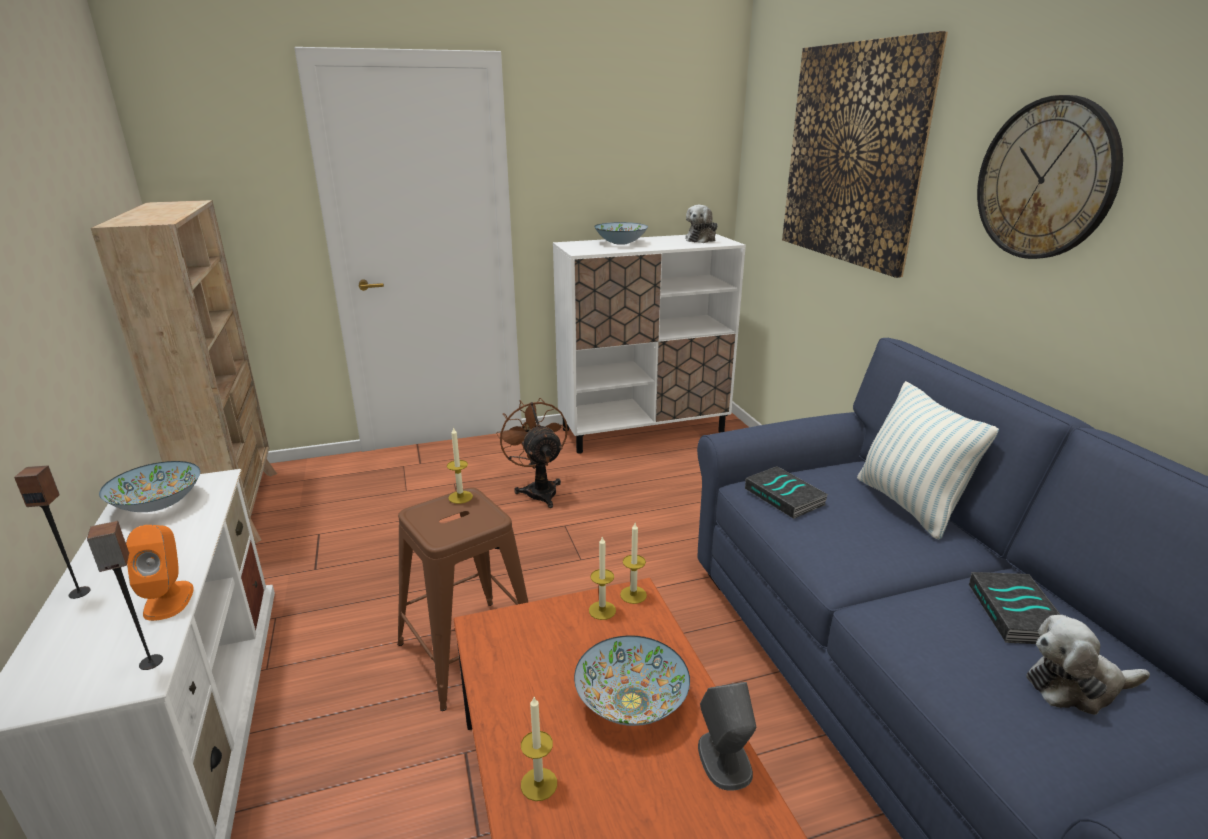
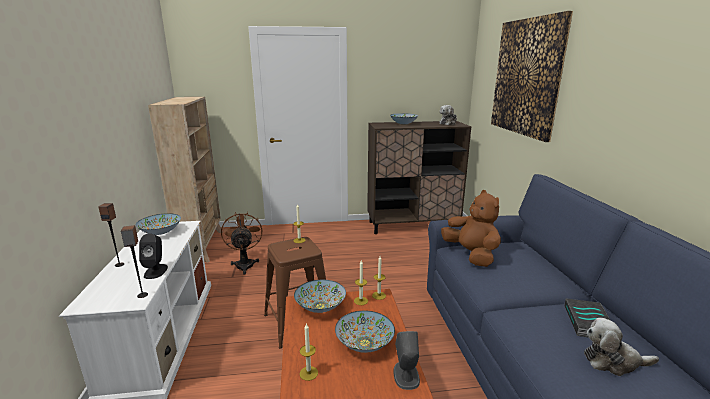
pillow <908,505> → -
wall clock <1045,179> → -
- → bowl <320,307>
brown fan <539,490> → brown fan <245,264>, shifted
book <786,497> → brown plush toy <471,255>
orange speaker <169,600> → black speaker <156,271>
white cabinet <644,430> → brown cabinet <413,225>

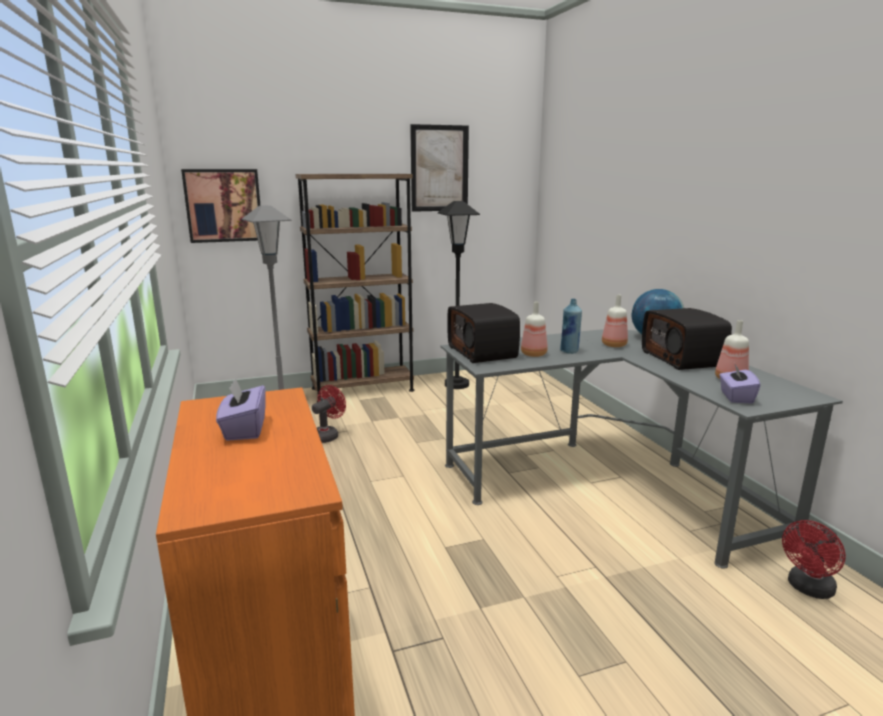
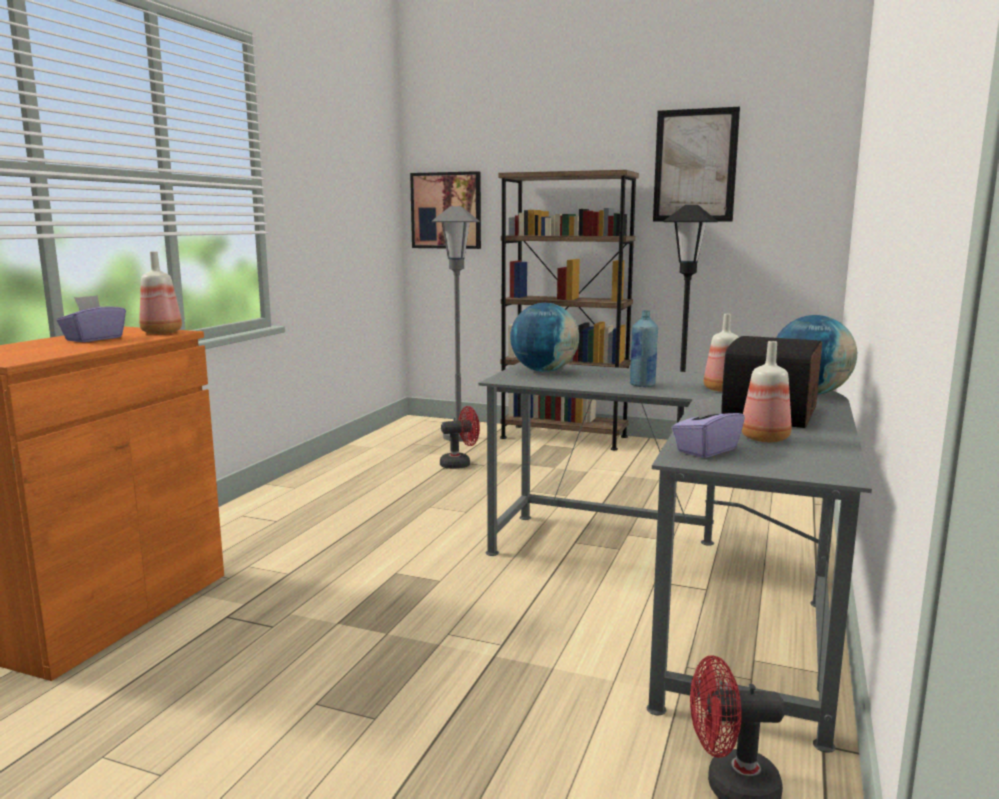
bottle <534,354> → bottle <163,332>, shifted
radio <483,352> → globe <544,371>

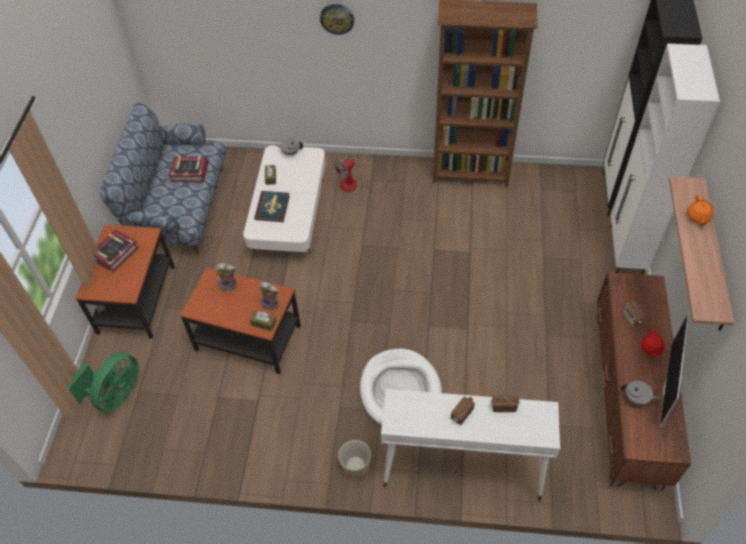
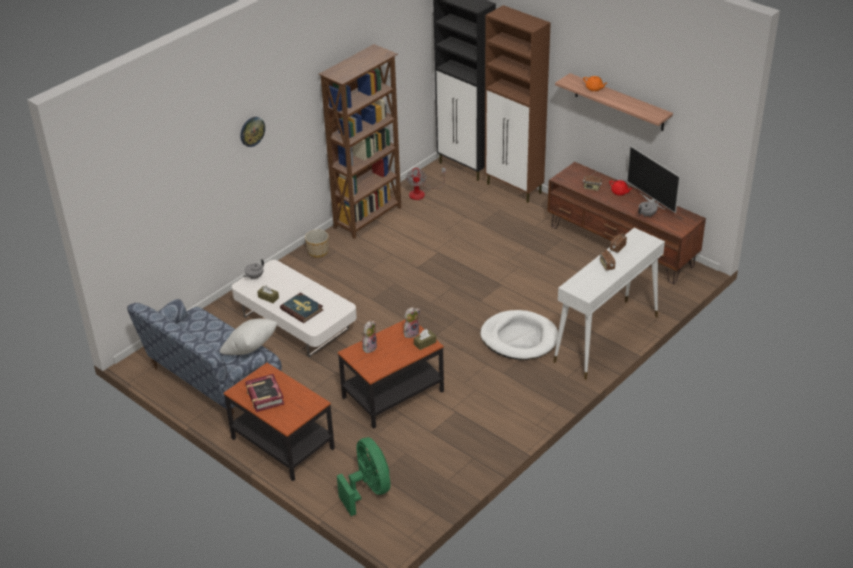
book <189,172> → -
- → white pillow <251,350>
fan <355,186> → fan <421,193>, shifted
planter <355,466> → planter <318,252>, shifted
white cabinet <625,251> → brown cabinet <514,189>

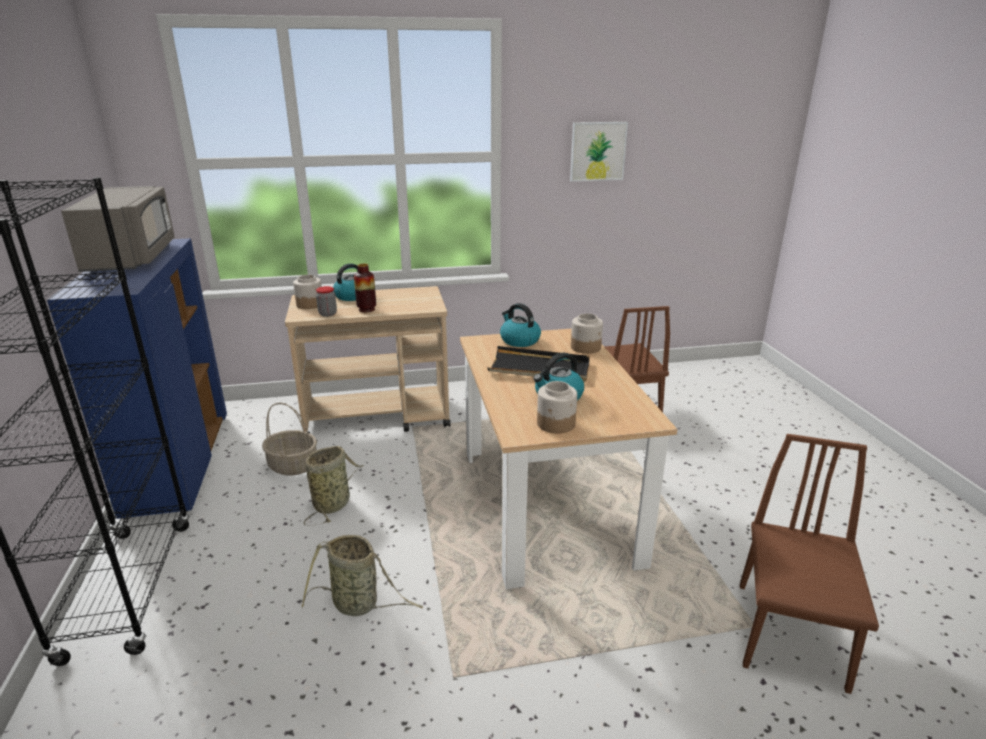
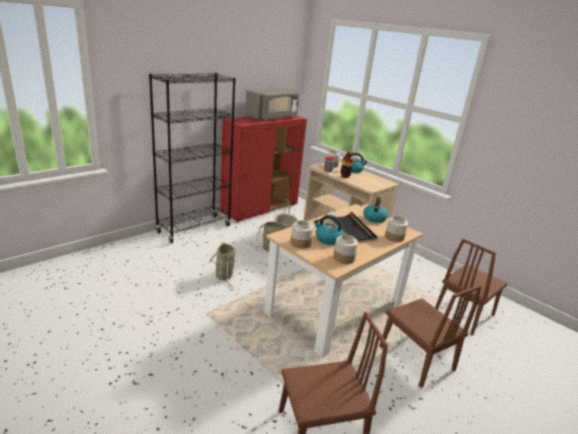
picture <598,151> → -
- → jar <343,258>
- → brown chair <416,358>
blue cabinet <178,462> → red cabinet <260,208>

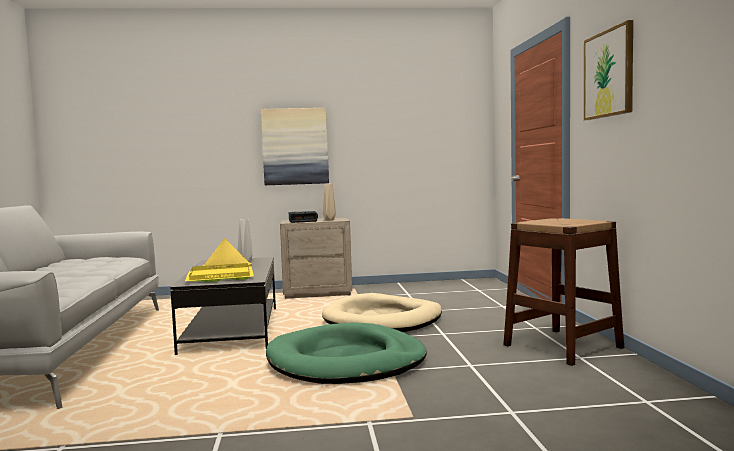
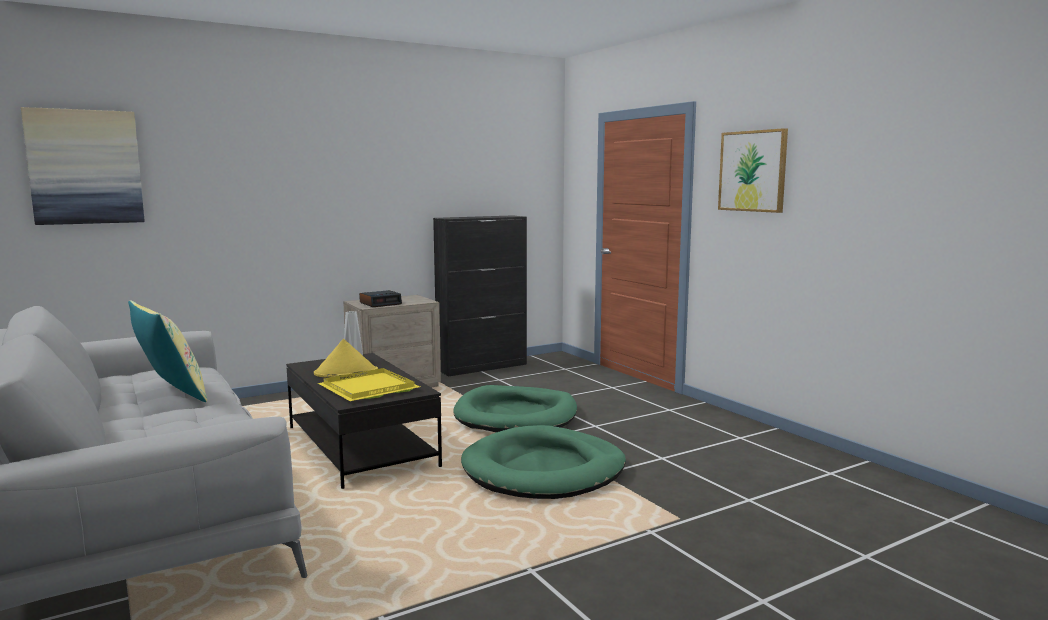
beige vase <329,220> → -
brown stool <562,346> → -
- → yellow pillow <171,394>
- → black cabinet <483,367>
picture <295,146> → picture <85,167>, shifted
beige dog bed <383,320> → green dog bed <516,416>

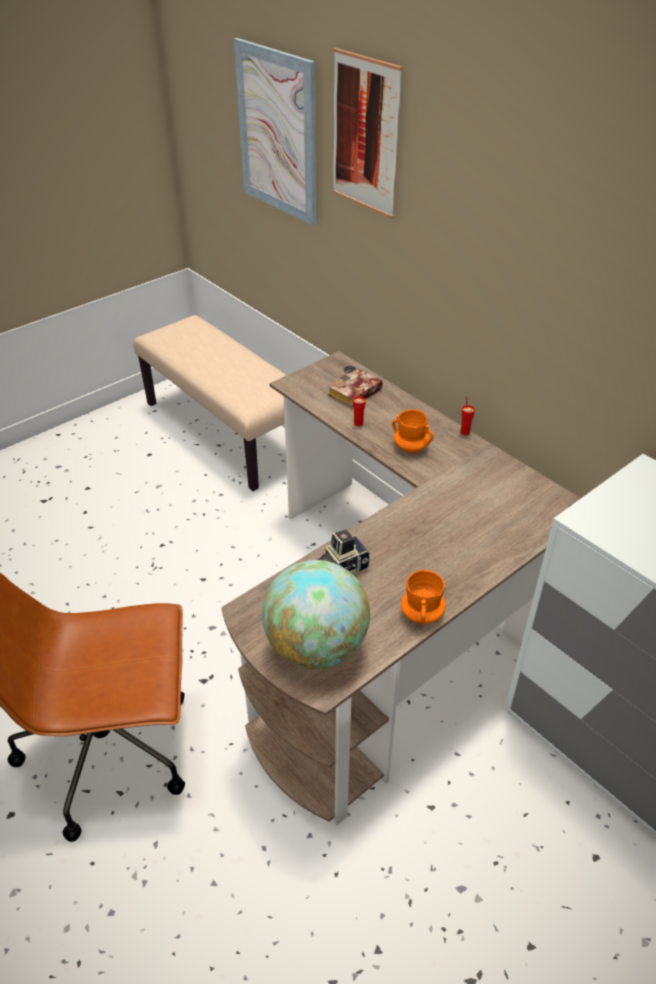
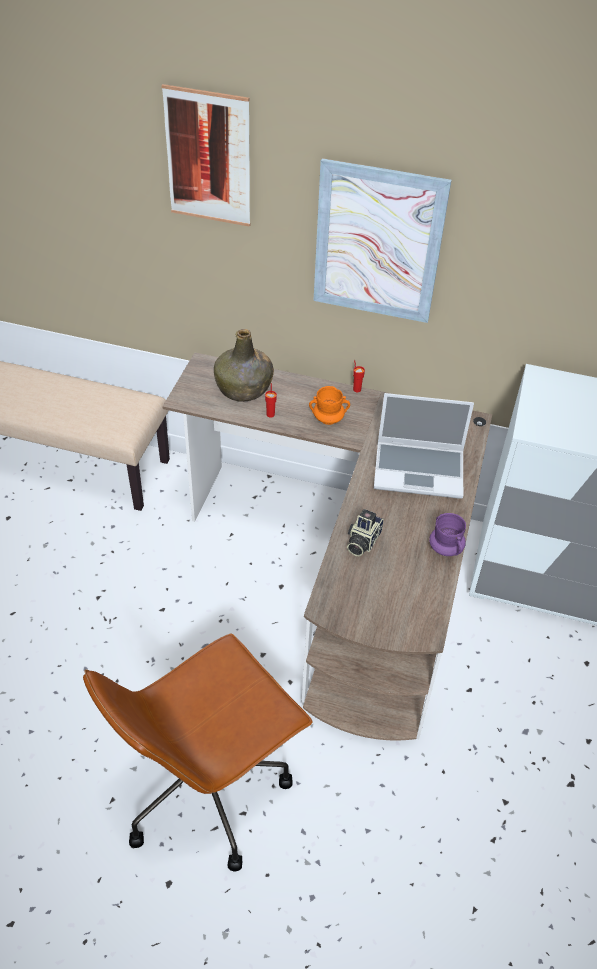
globe <316,647> → -
- → laptop <420,470>
picture <277,133> → picture <378,243>, shifted
book <354,394> → green bottle <244,388>
orange mug <422,614> → purple mug <445,548>

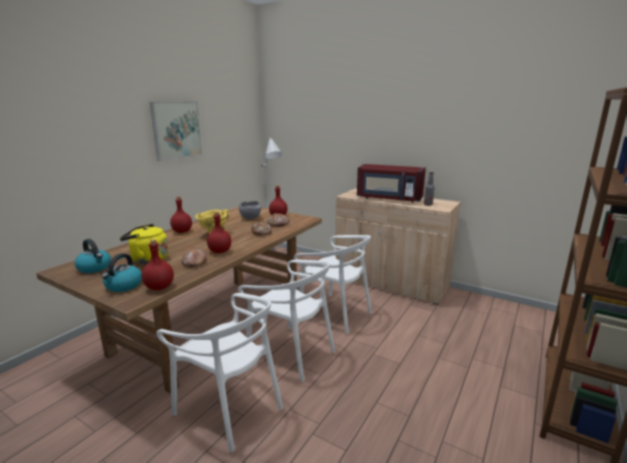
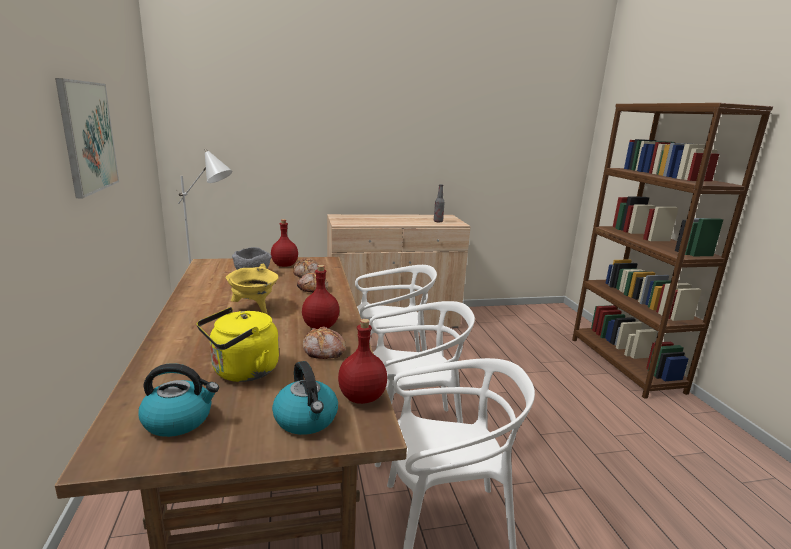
red bottle <182,231> → -
red microwave <389,199> → -

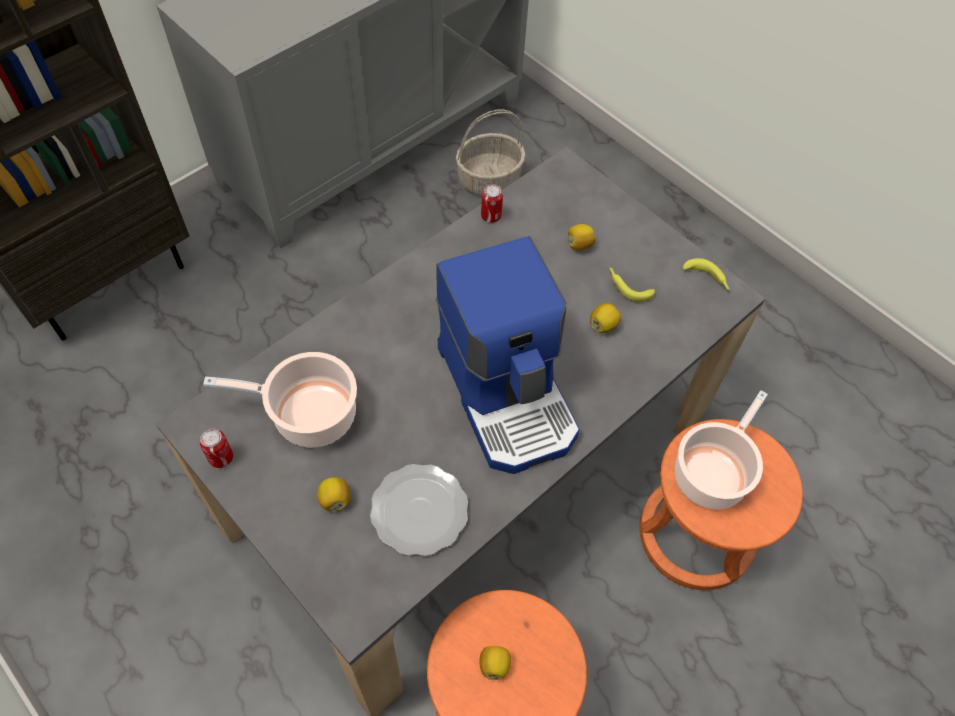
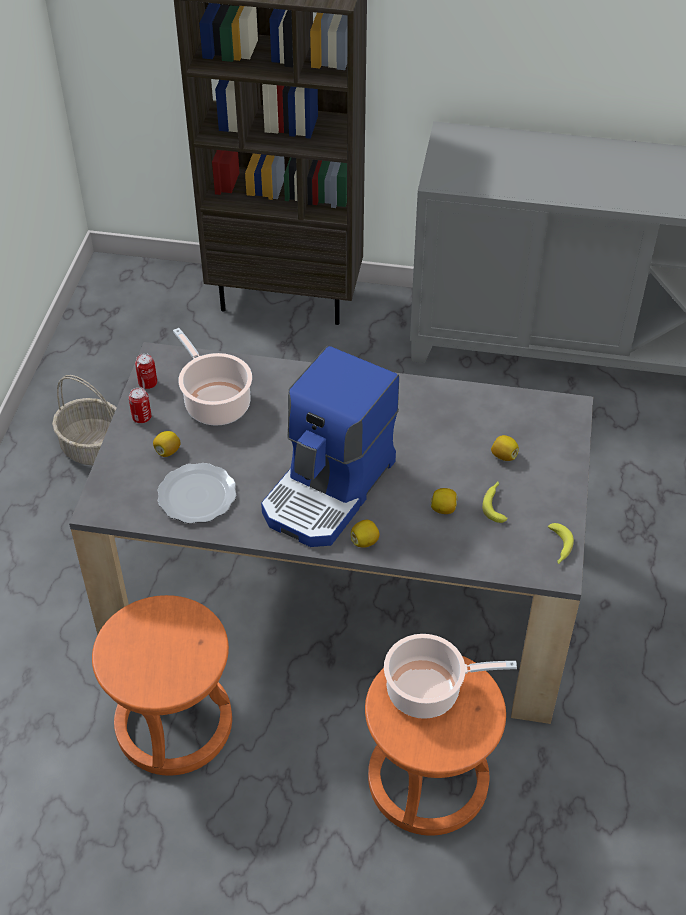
basket <489,179> → basket <95,447>, shifted
lemon <494,665> → lemon <365,541>, shifted
can <491,216> → can <142,417>, shifted

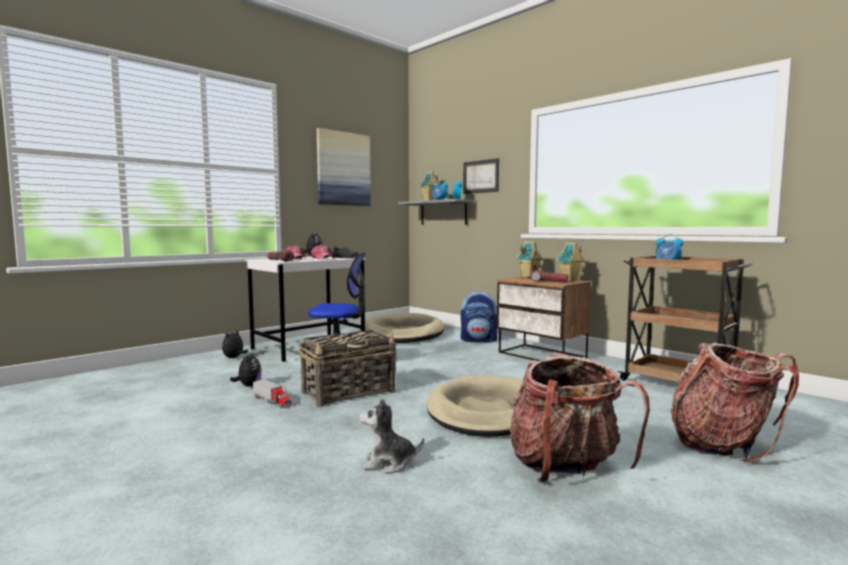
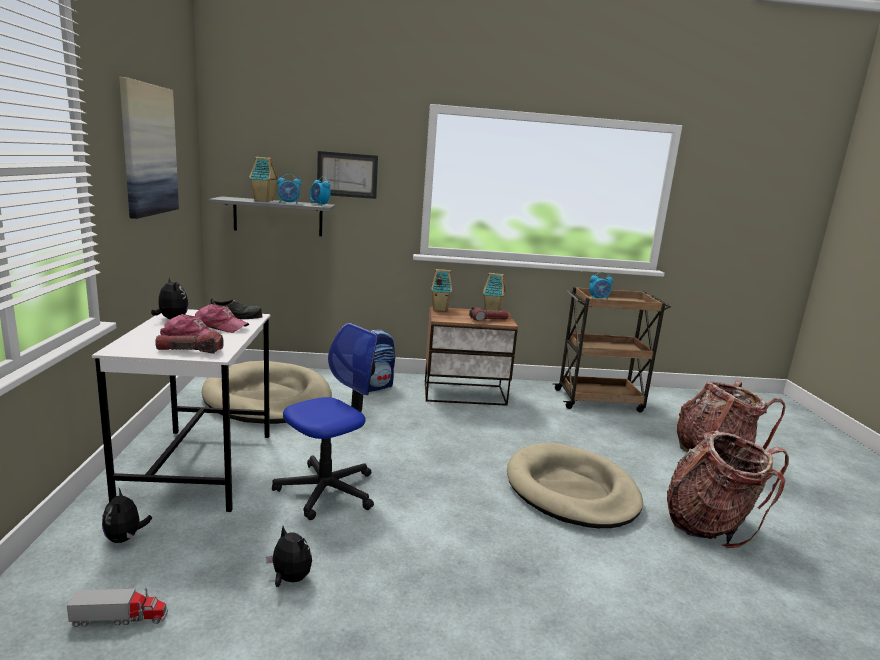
basket <349,392> → -
plush toy <388,463> → -
toy truck <273,401> → toy truck <120,618>, shifted

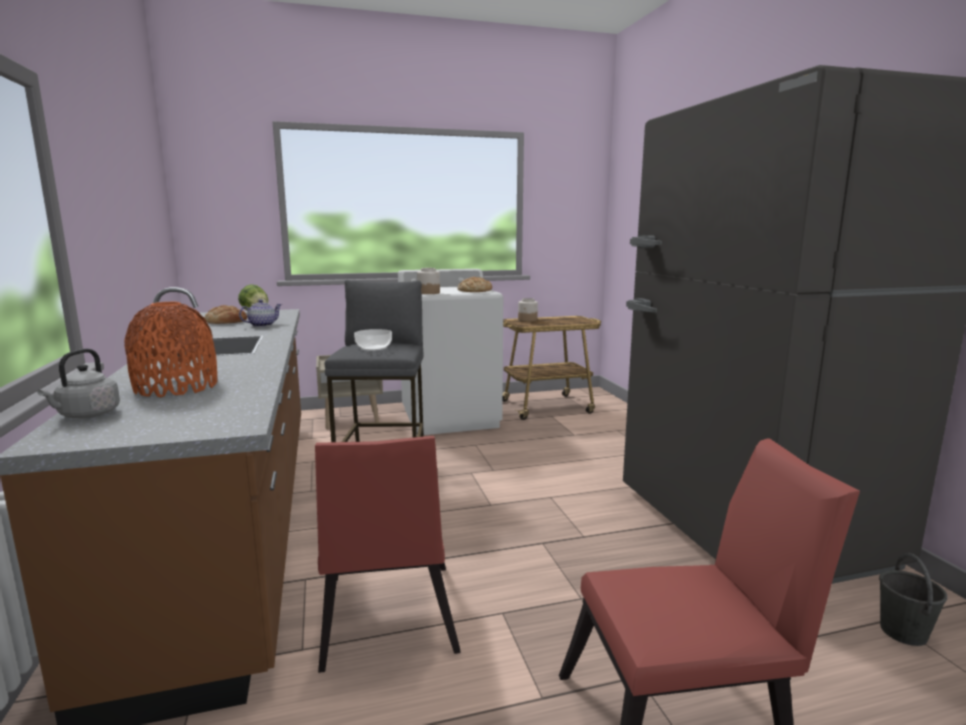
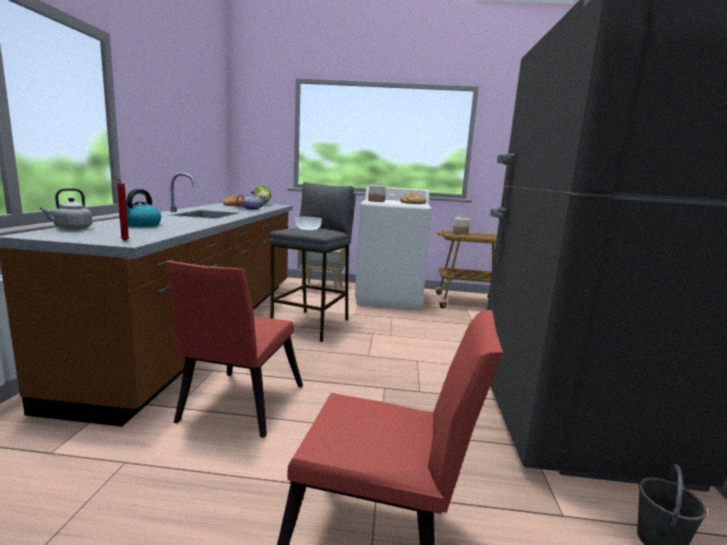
- → red candle <123,241>
orange vase <176,387> → kettle <140,225>

